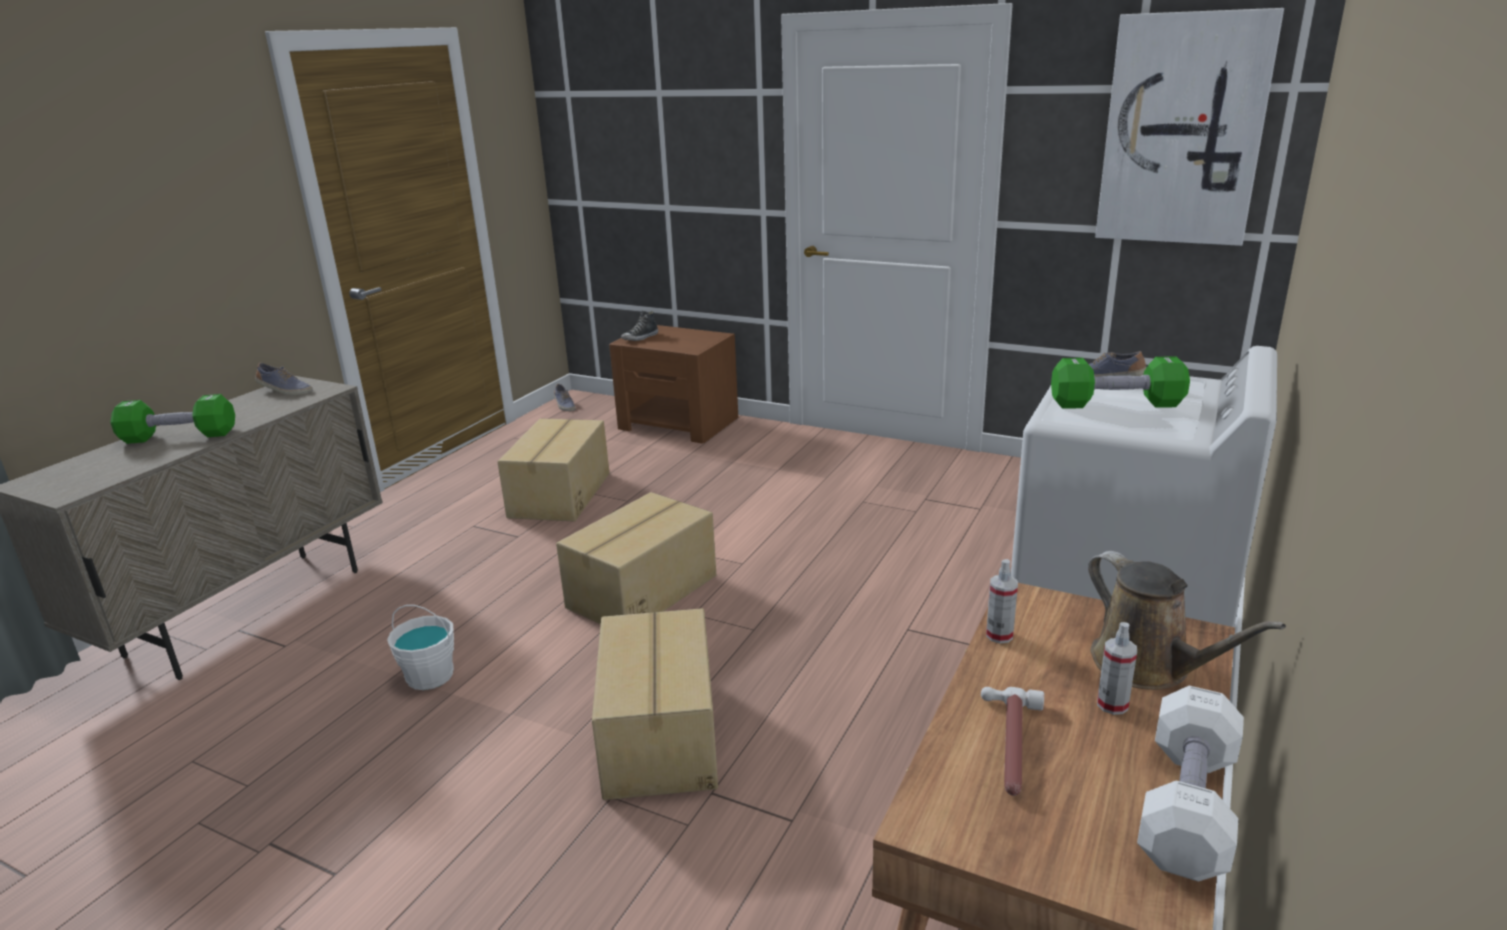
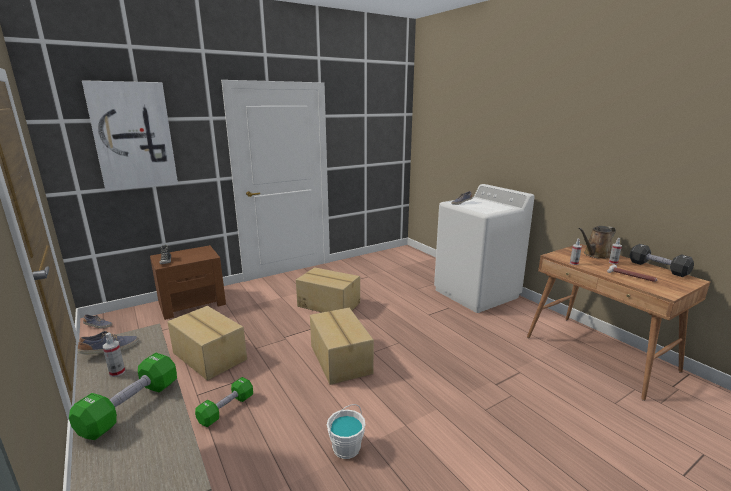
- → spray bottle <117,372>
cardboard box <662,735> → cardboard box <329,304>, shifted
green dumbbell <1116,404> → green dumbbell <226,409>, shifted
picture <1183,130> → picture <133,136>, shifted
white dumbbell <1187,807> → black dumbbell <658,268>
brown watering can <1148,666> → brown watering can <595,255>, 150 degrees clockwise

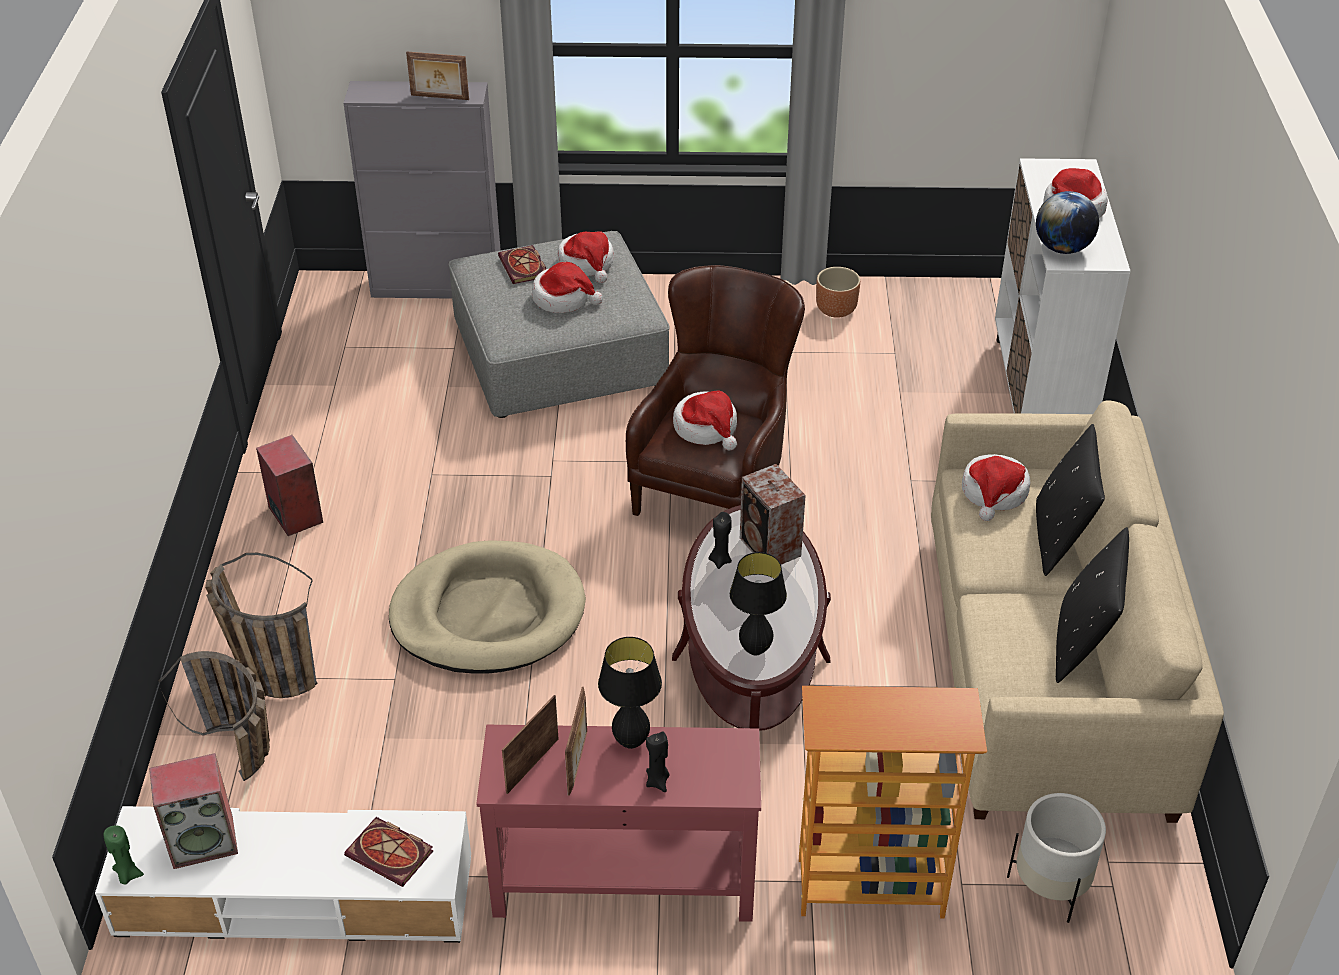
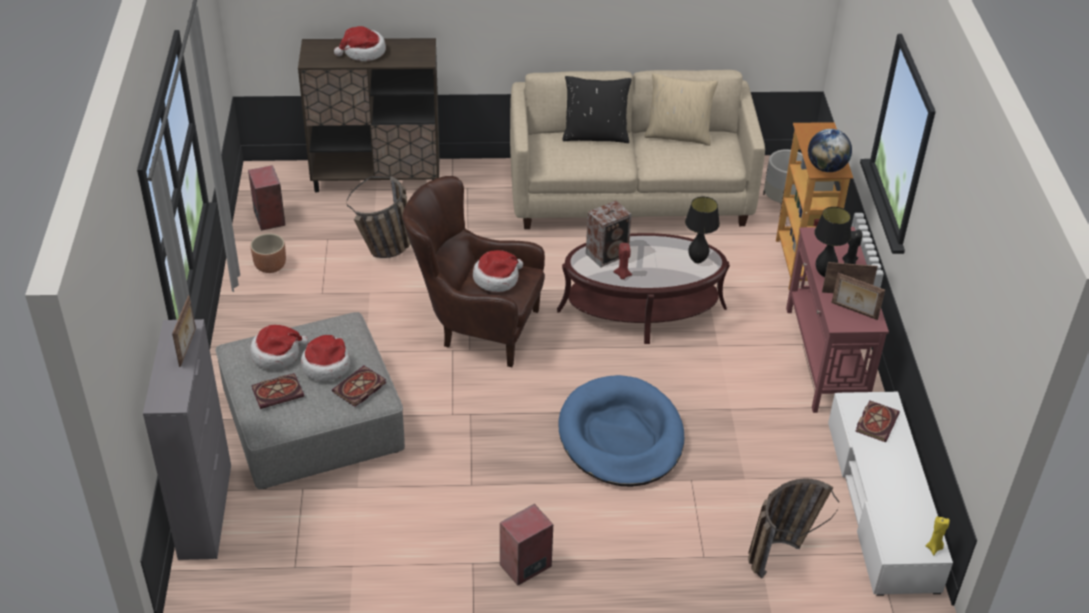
hat <994,493> → -
- → book <359,388>
speaker <204,841> → speaker <269,218>, shifted
basket <266,671> → basket <386,251>, shifted
globe <1062,248> → globe <826,168>, shifted
green candle <127,875> → yellow candle <934,548>
beige dog bed <488,614> → blue dog bed <621,436>
black candle <720,560> → red candle <622,275>
white cabinet <1039,394> → brown cabinet <377,178>
black pillow <1082,643> → beige pillow <678,135>

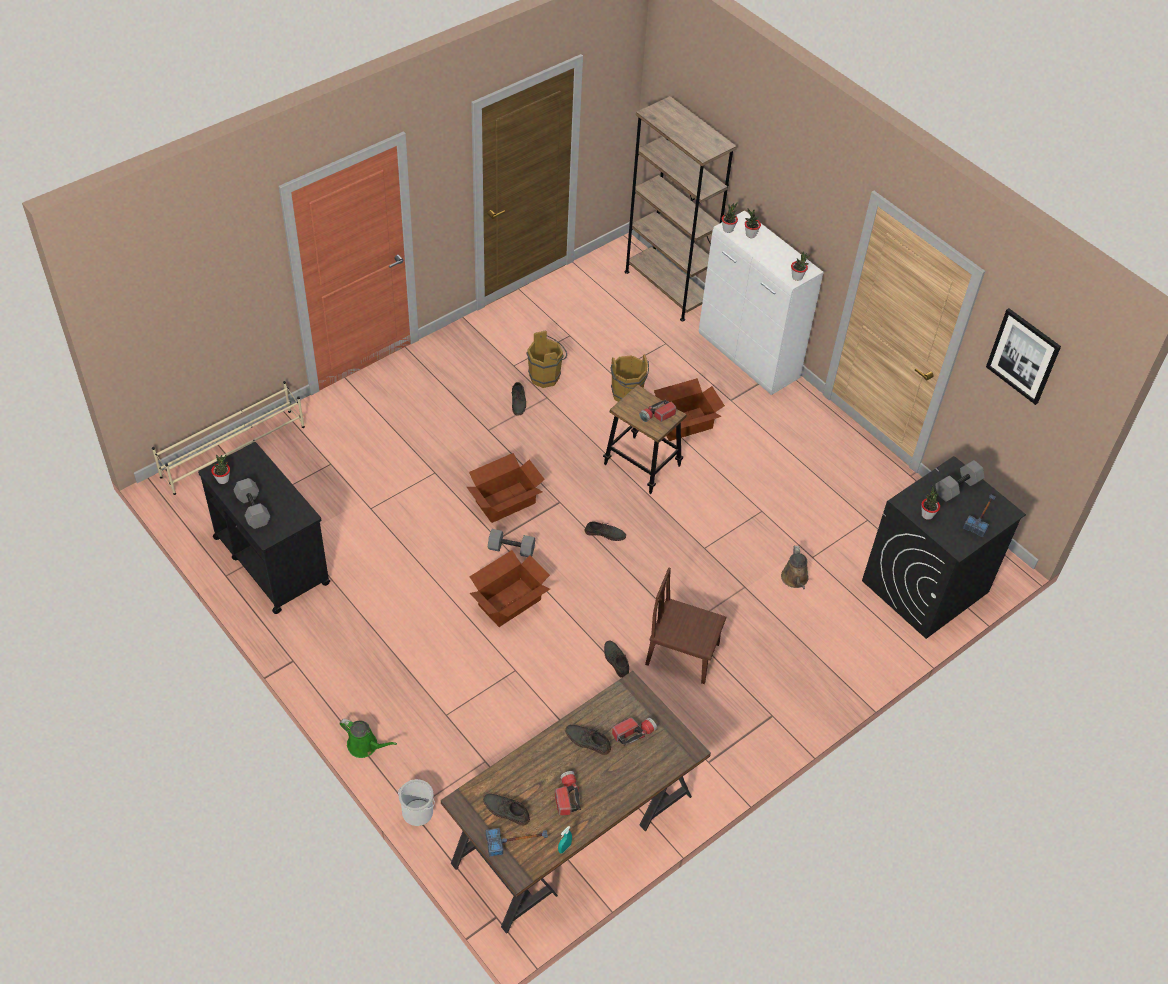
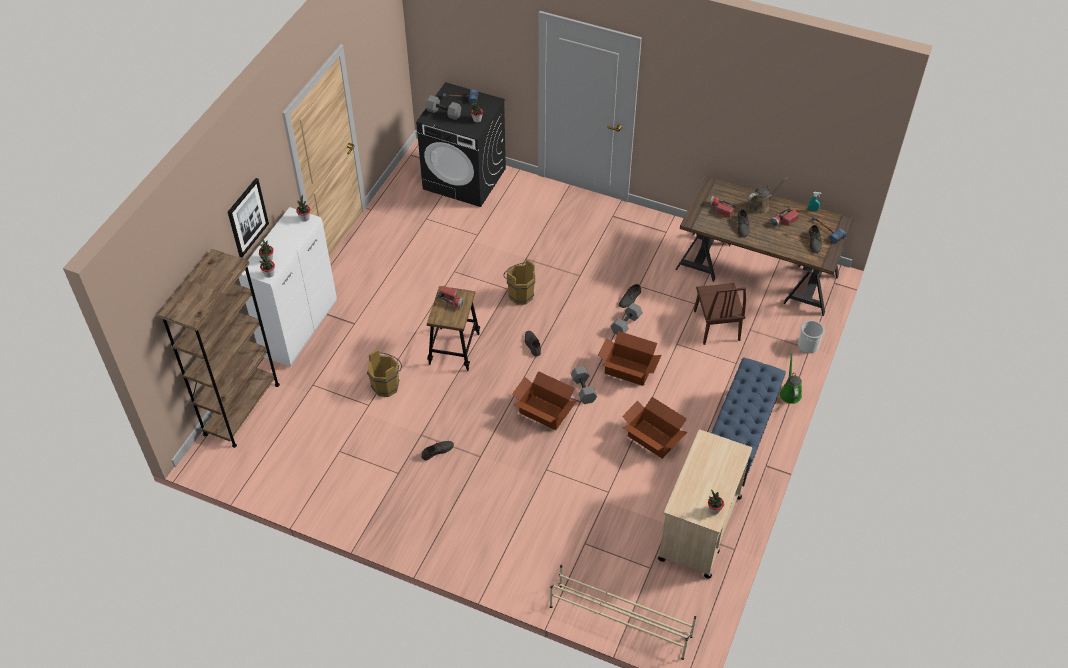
- → blue bench <740,436>
grey dumbbell <252,510> → grey dumbbell <626,324>, shifted
brown bucket <547,376> → brown bucket <519,294>, shifted
brown chair <682,654> → brown chair <716,325>, shifted
cardboard box <685,424> → cardboard box <652,438>, shifted
brown watering can <795,579> → brown watering can <760,206>, shifted
picture <1023,356> → picture <247,217>, shifted
black cart <271,559> → beige cart <699,528>

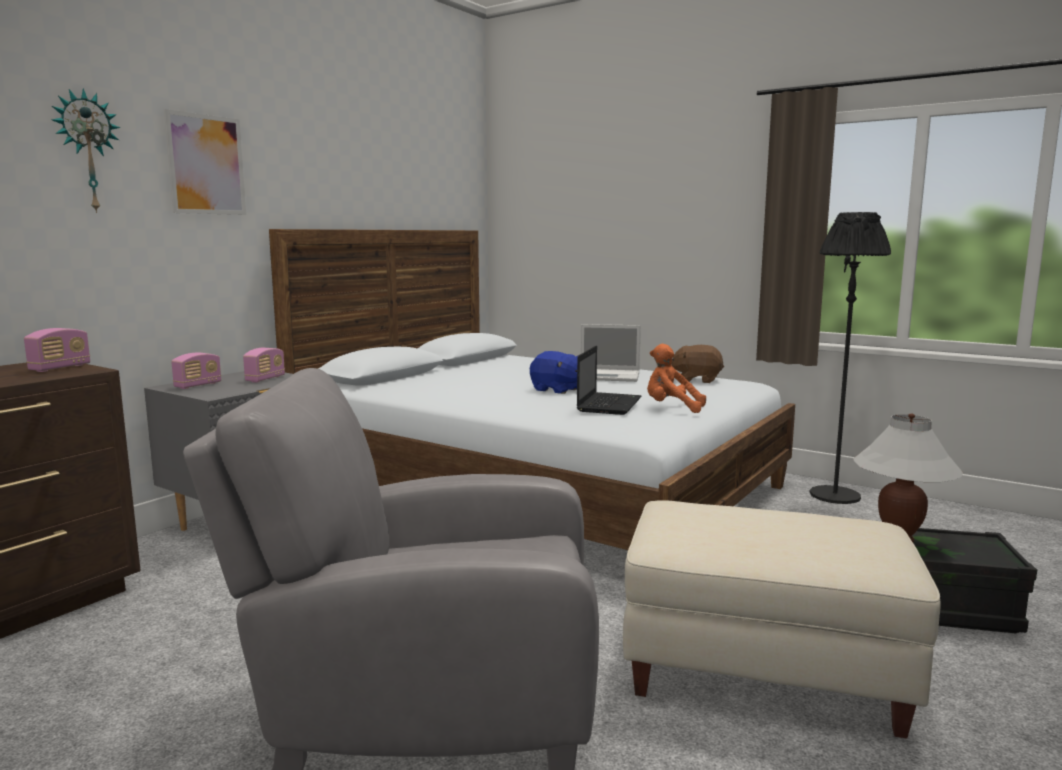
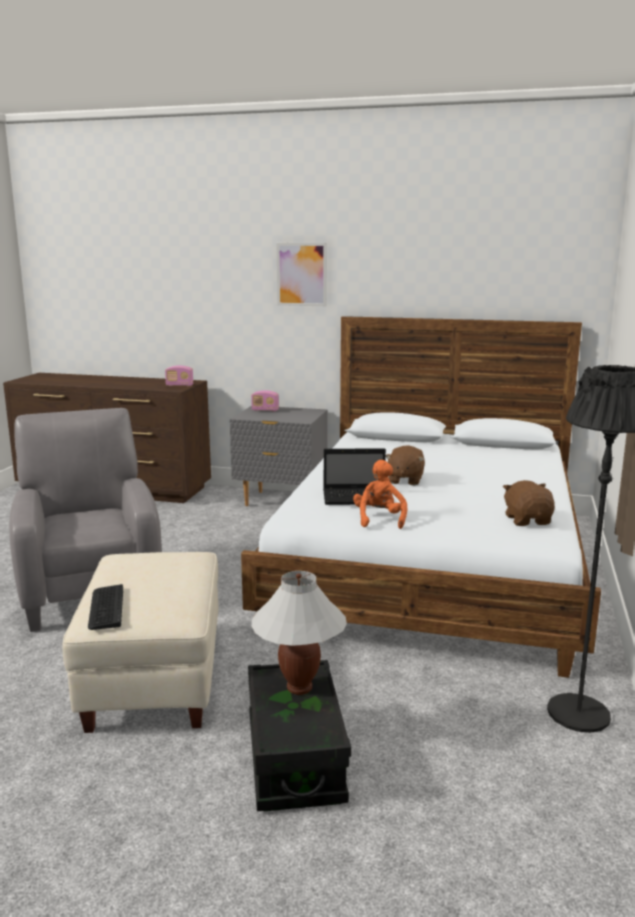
wall clock <87,151> → -
radio <265,379> → -
laptop <609,376> → -
- → keyboard <106,608>
blue plush toy <556,390> → brown plush toy <404,480>

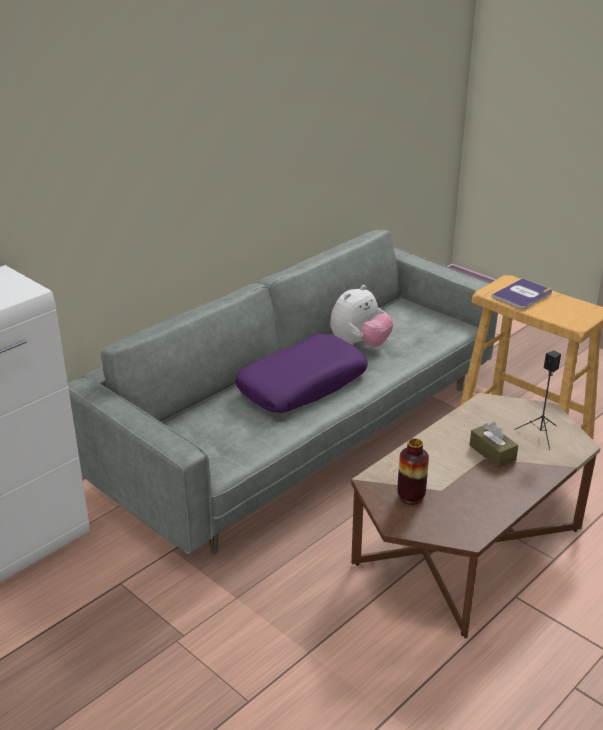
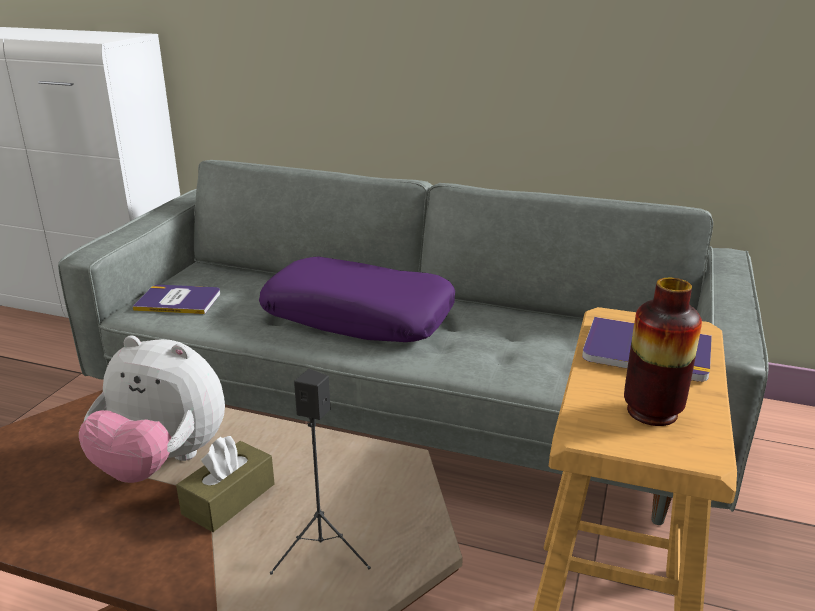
- → book <178,301>
plush toy <360,344> → plush toy <162,463>, shifted
vase <411,497> → vase <652,412>, shifted

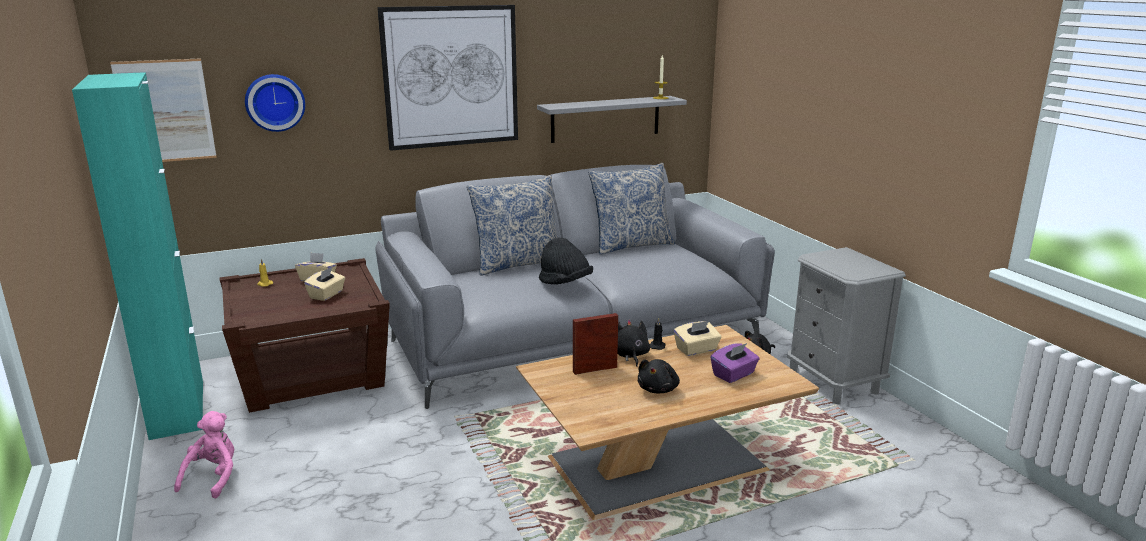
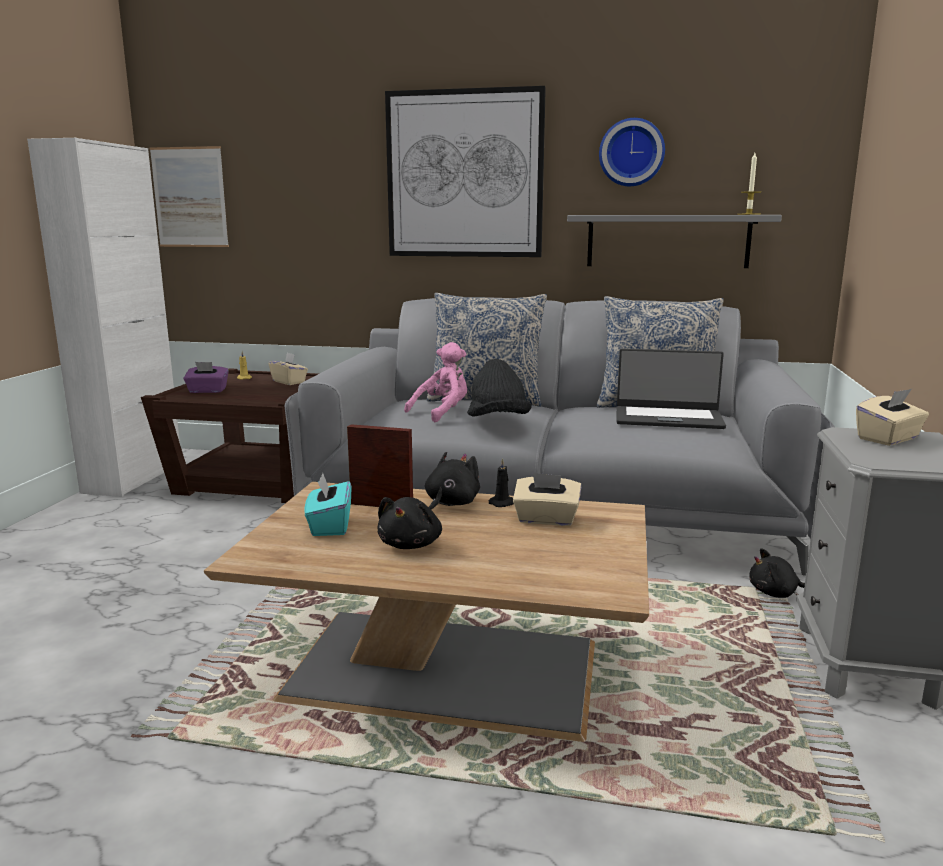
- → turquoise tissue box <329,526>
- → laptop <668,418>
pink plush toy <213,477> → pink plush toy <442,413>, shifted
wall clock <275,102> → wall clock <631,152>, shifted
beige tissue box <327,295> → beige tissue box <888,439>, shifted
purple tissue box <734,374> → purple tissue box <207,391>, shifted
turquoise cabinet <177,409> → white cabinet <133,478>
black plush toy <658,389> → black plush toy <411,544>, 45 degrees counterclockwise

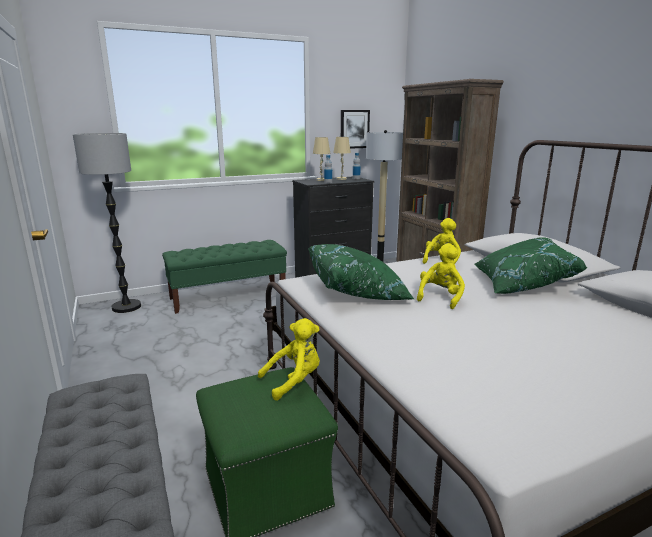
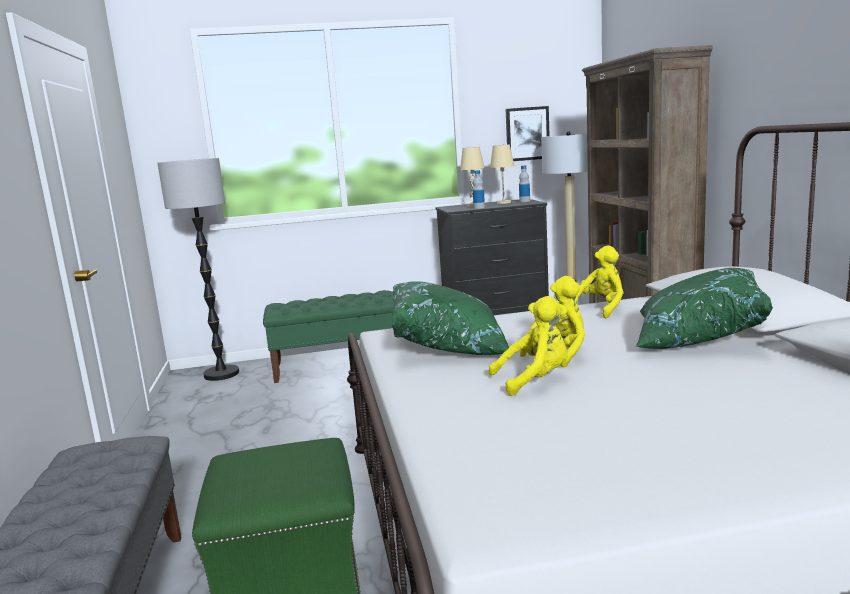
yellow plush toy <294,381> → yellow plush toy <535,380>, shifted

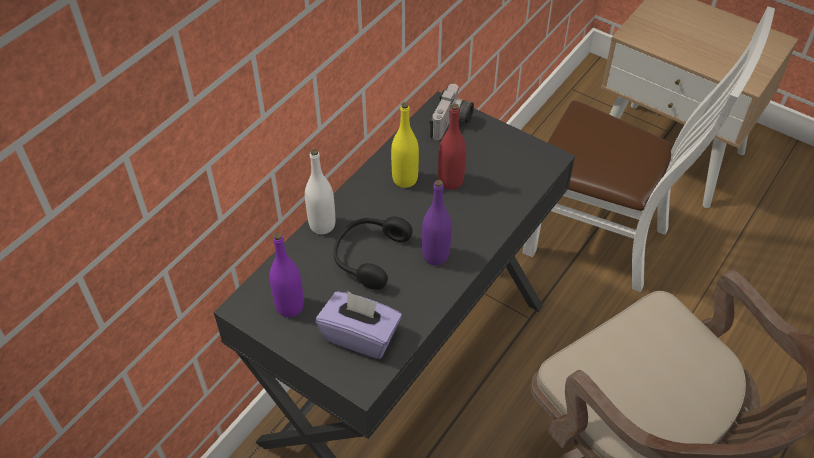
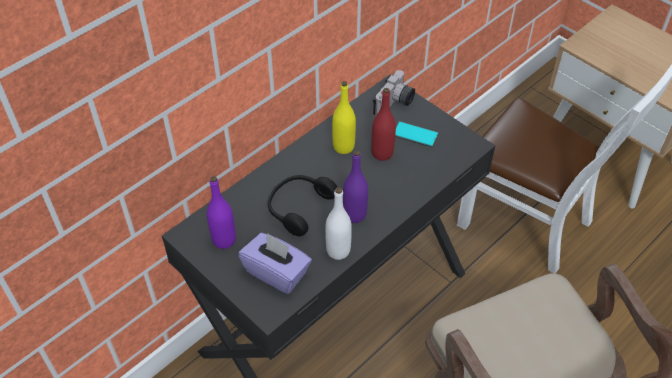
- → phone <415,135>
white bottle <322,225> → white bottle <338,250>, shifted

